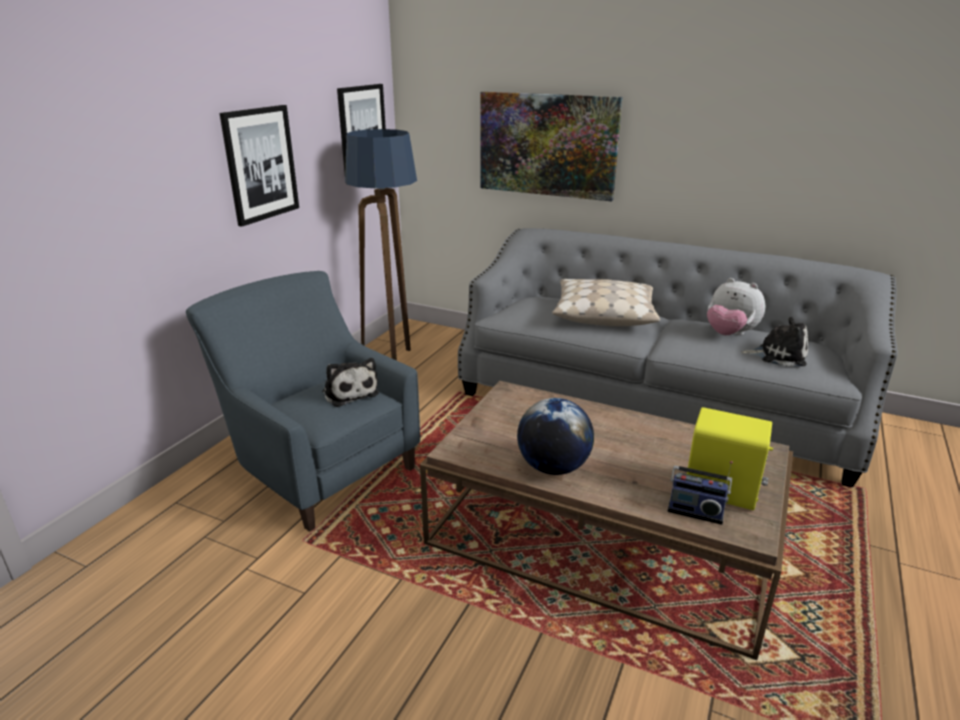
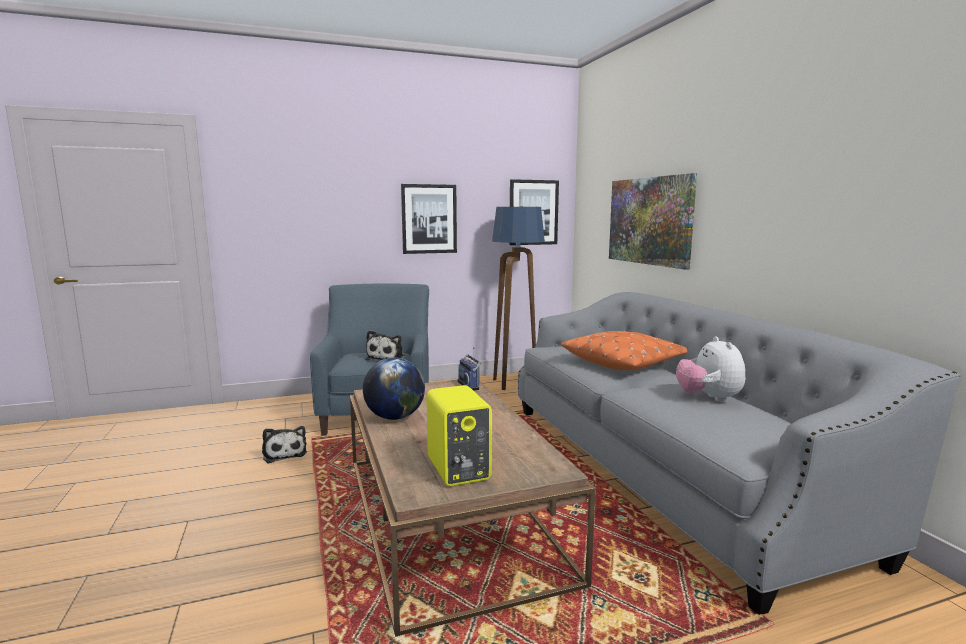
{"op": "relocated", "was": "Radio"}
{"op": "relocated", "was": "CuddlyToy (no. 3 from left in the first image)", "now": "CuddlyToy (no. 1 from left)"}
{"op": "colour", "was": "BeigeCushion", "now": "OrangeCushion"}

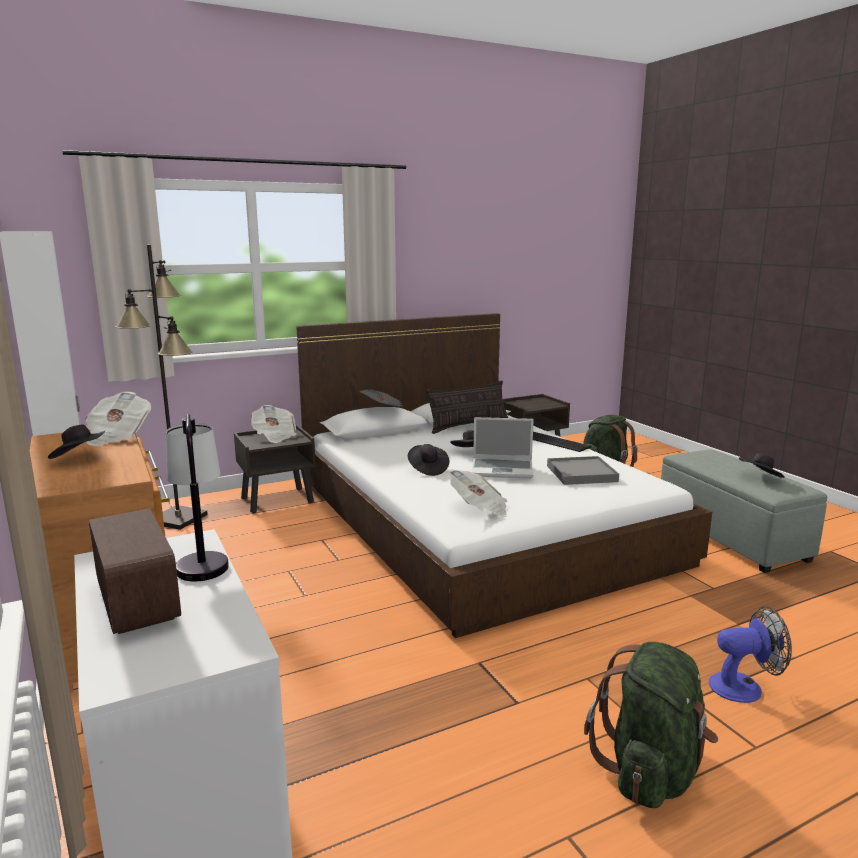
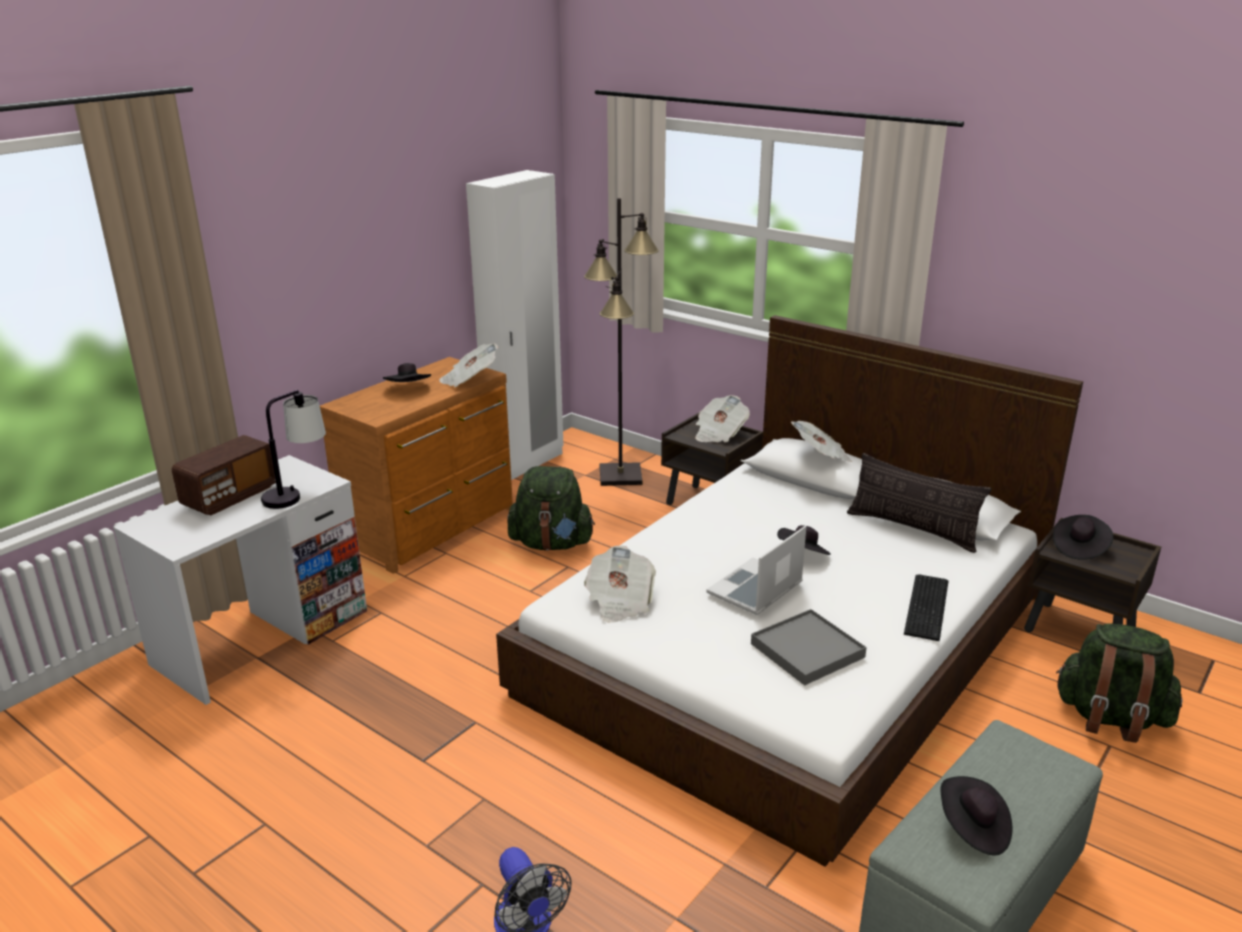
{"op": "relocated", "was": "BlackColouredClothingHat (no. 2 from left in the first image)", "now": "BlackColouredClothingHat (no. 4 from left)"}
{"op": "relocated", "was": "GreenColouredRucksack (no. 2 from left in the first image)", "now": "GreenColouredRucksack (no. 1 from left)"}
{"op": "spun", "was": "Laptop", "clockwise": 60}

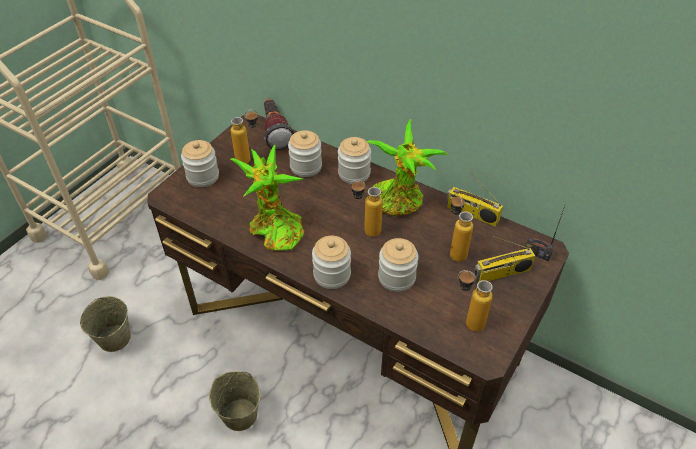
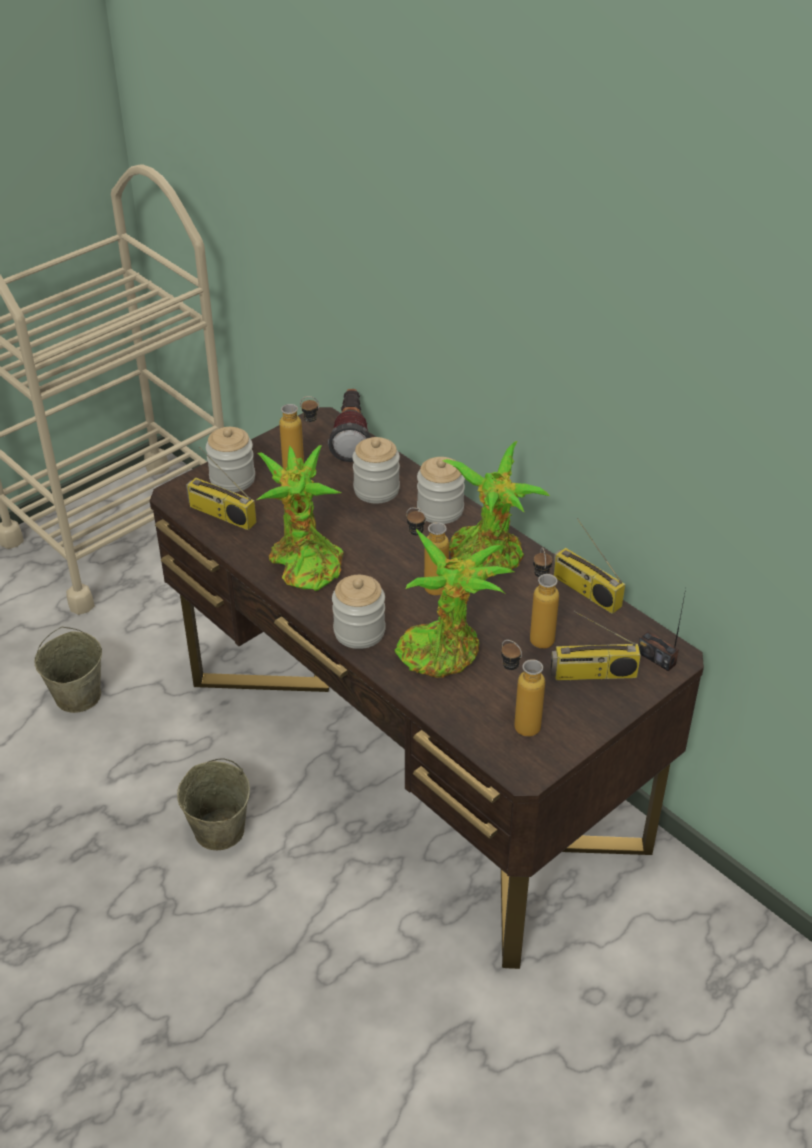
{"op": "appeared", "now": "Radio (no. 1 from left)"}
{"op": "exchanged", "was": "PreserveJar (no. 5 from left)", "now": "PottedPlant (no. 2 from left)"}

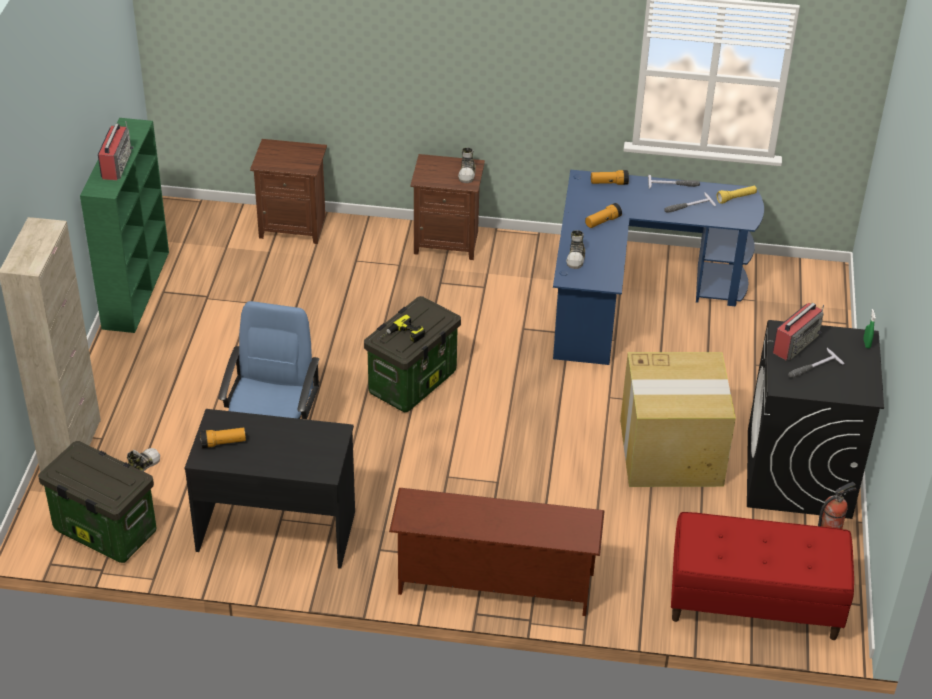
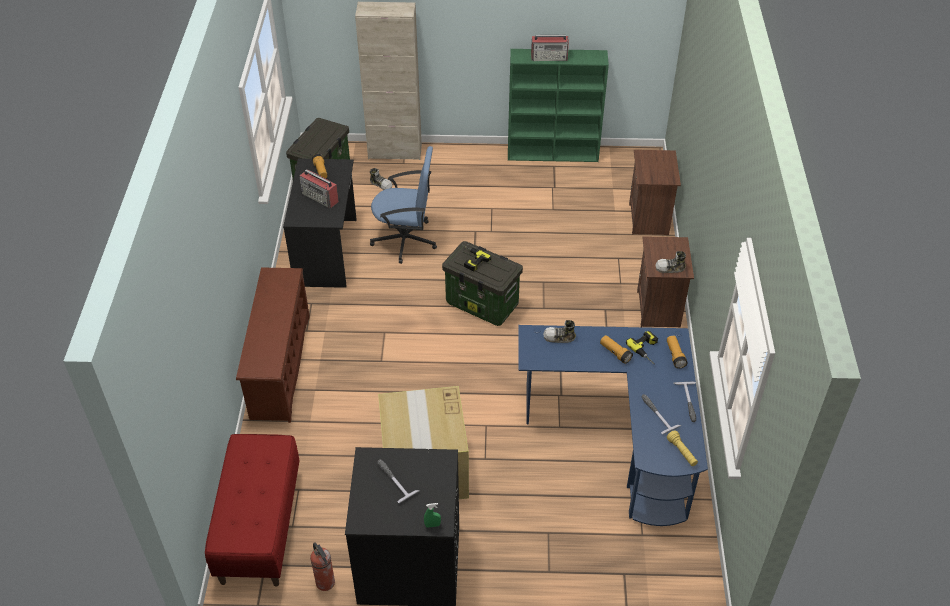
{"op": "appeared", "now": "Drill (no. 2 from left)"}
{"op": "relocated", "was": "Radio (no. 2 from left in the first image)", "now": "Radio (no. 1 from left)"}

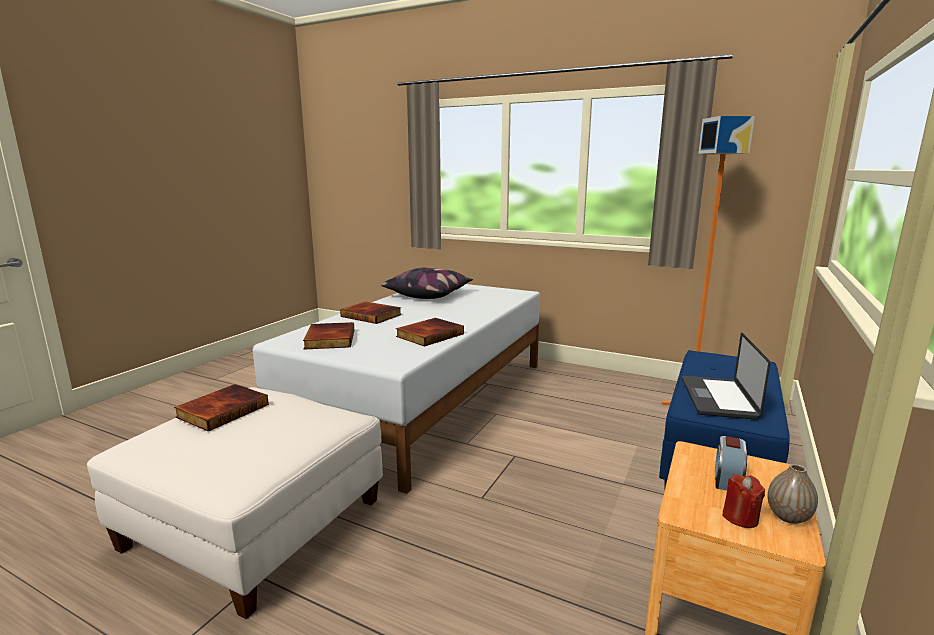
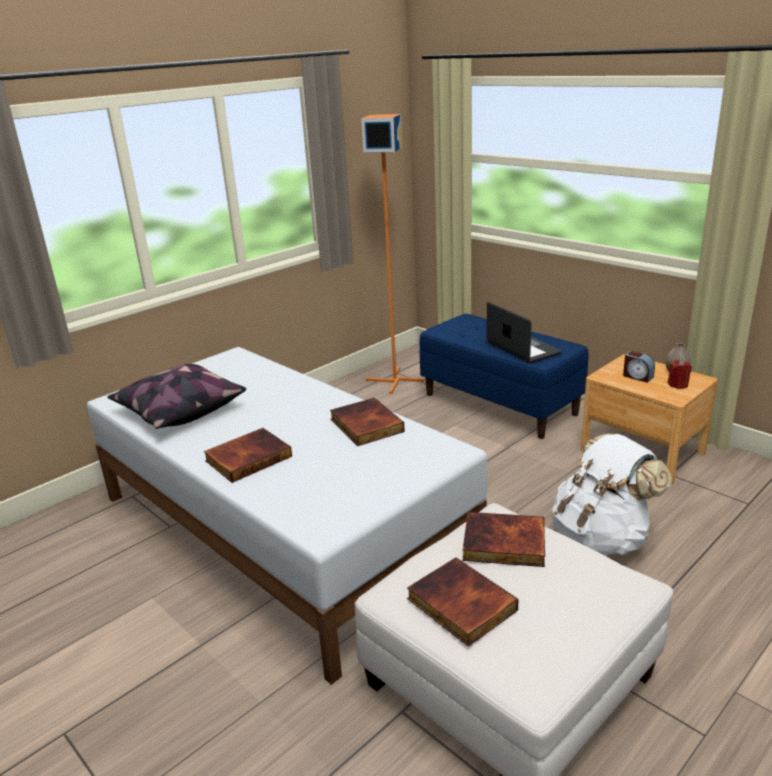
{"op": "appeared", "now": "WhitishRucksack"}
{"op": "relocated", "was": "Volume (no. 2 from left in the first image)", "now": "Volume (no. 4 from left)"}
{"op": "spun", "was": "Laptop", "clockwise": -150}

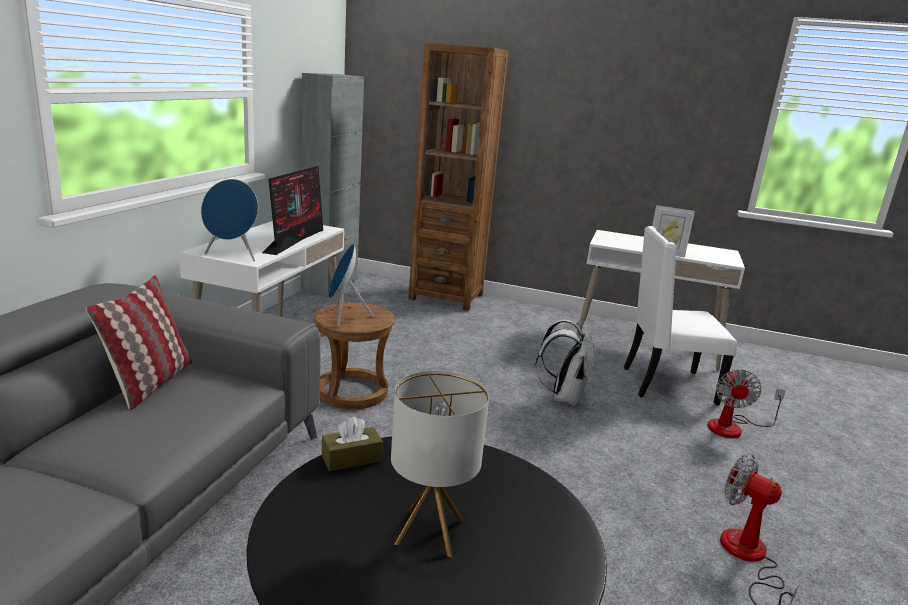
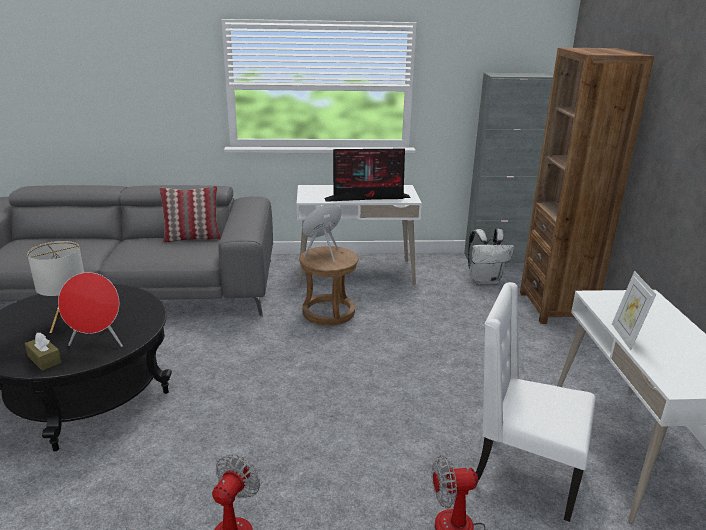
{"op": "missing", "was": "BlueLoudspeaker (no. 1 from left)"}
{"op": "appeared", "now": "ReddishLoudspeaker"}
{"op": "relocated", "was": "BrownTissueBox"}
{"op": "relocated", "was": "WhitishRucksack"}
{"op": "spun", "was": "WhitishUprightChair", "clockwise": -45}

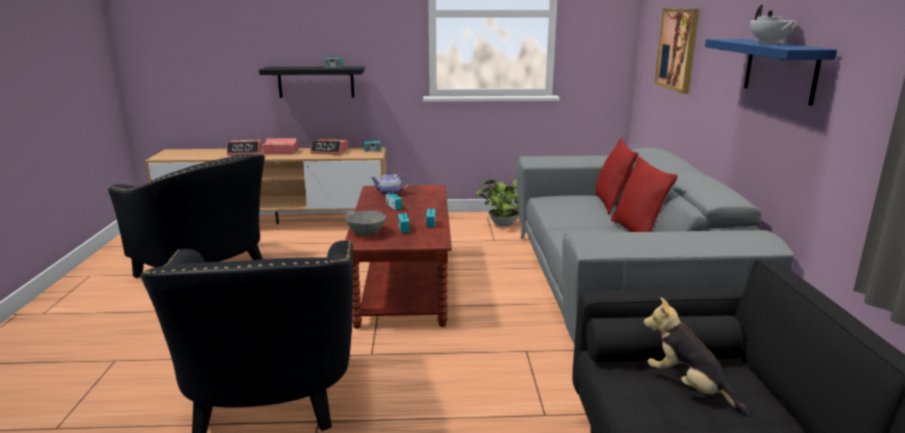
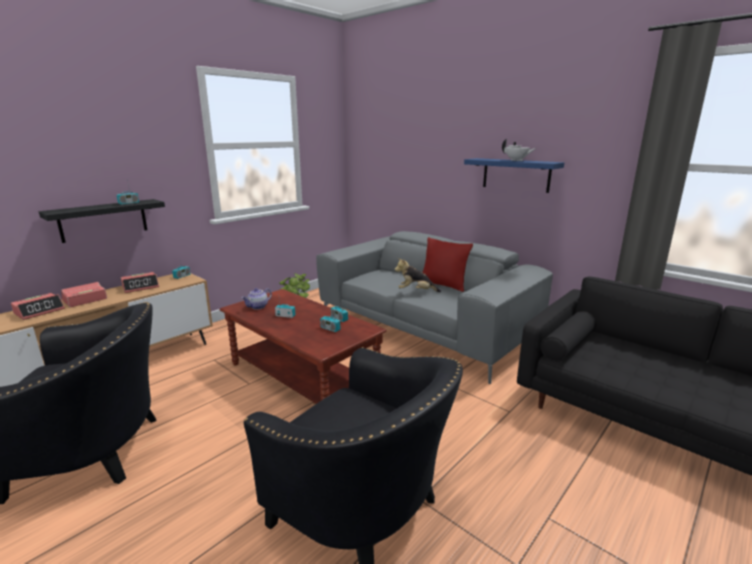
{"op": "missing", "was": "GreyBowl"}
{"op": "missing", "was": "ReddishCushion (no. 1 from left)"}
{"op": "missing", "was": "WallPicture"}
{"op": "relocated", "was": "CuddlyToy"}

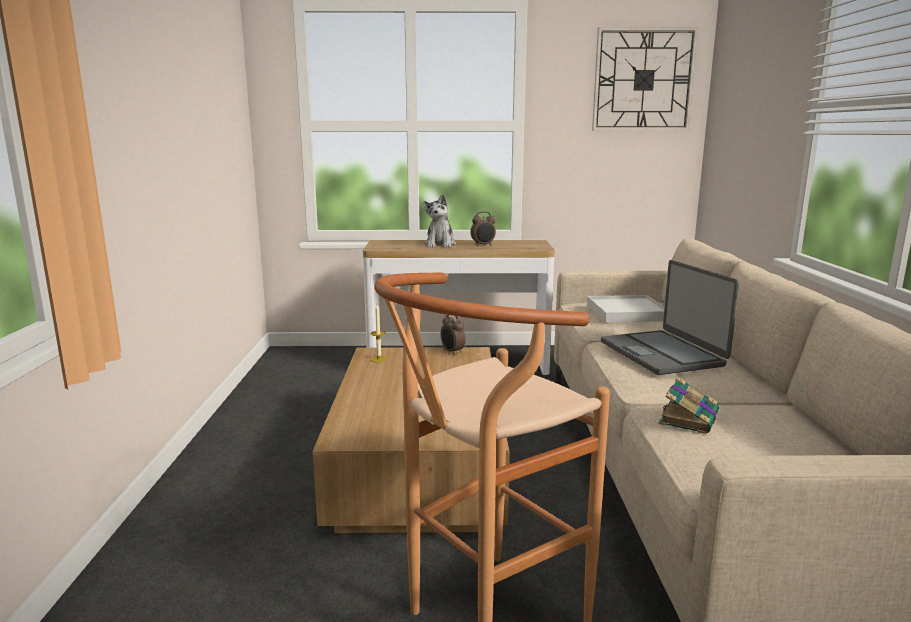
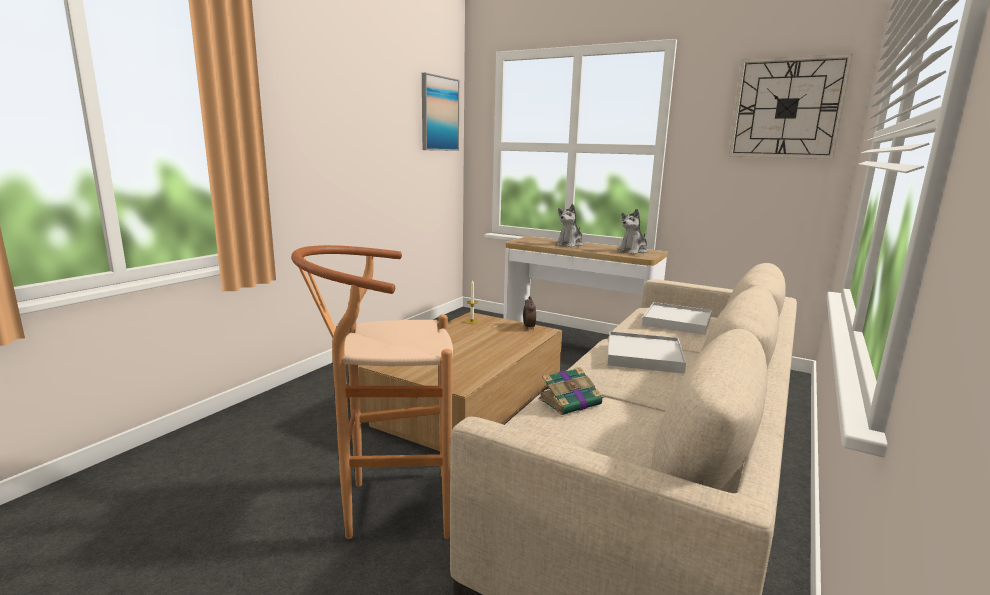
{"op": "missing", "was": "TableClock (no. 2 from left)"}
{"op": "appeared", "now": "WallPicture"}
{"op": "appeared", "now": "CuddlyToy (no. 2 from left)"}
{"op": "exchanged", "was": "Laptop", "now": "WhitishTray (no. 1 from left)"}

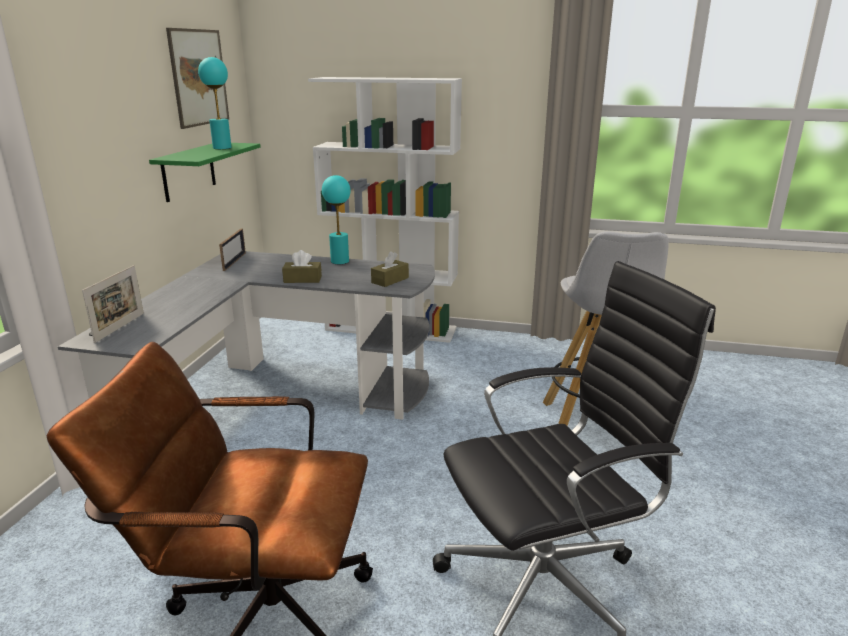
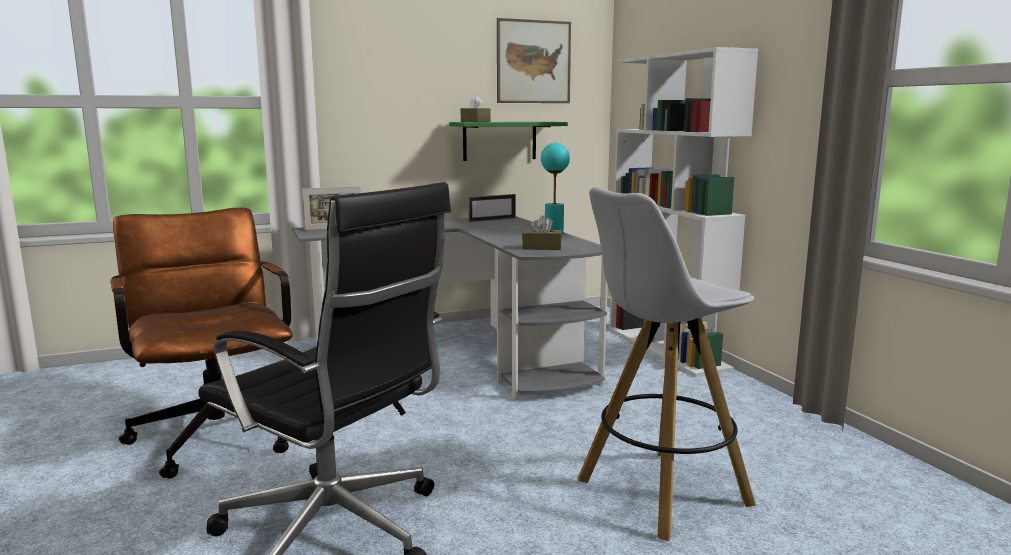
{"op": "missing", "was": "BlueGreenTabletopLamp (no. 1 from left)"}
{"op": "relocated", "was": "BrownTissueBox (no. 1 from left)"}

